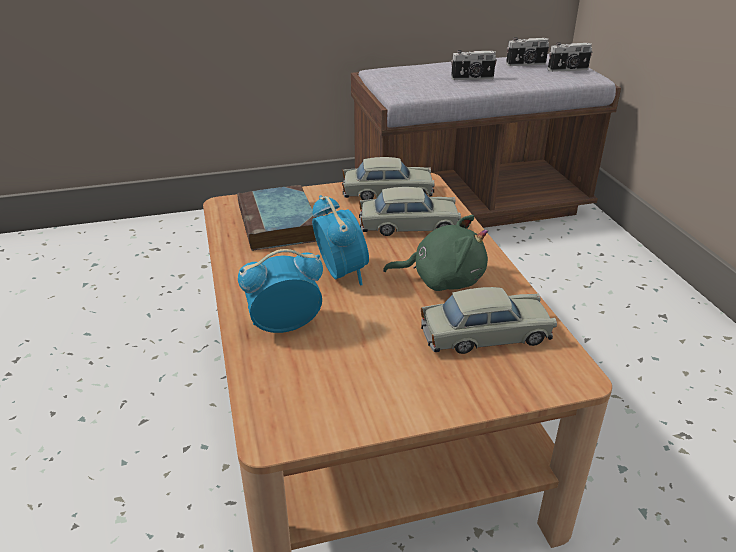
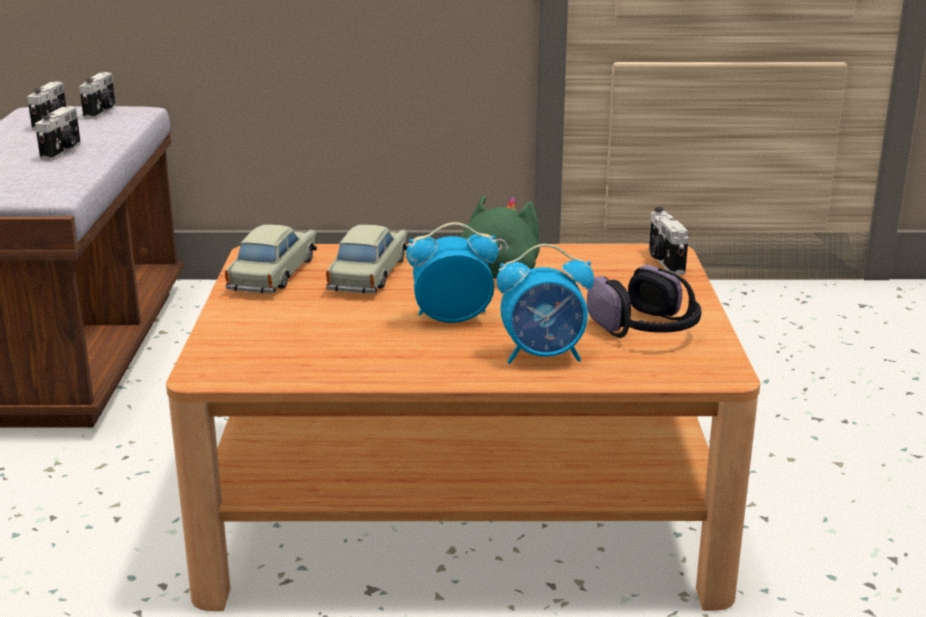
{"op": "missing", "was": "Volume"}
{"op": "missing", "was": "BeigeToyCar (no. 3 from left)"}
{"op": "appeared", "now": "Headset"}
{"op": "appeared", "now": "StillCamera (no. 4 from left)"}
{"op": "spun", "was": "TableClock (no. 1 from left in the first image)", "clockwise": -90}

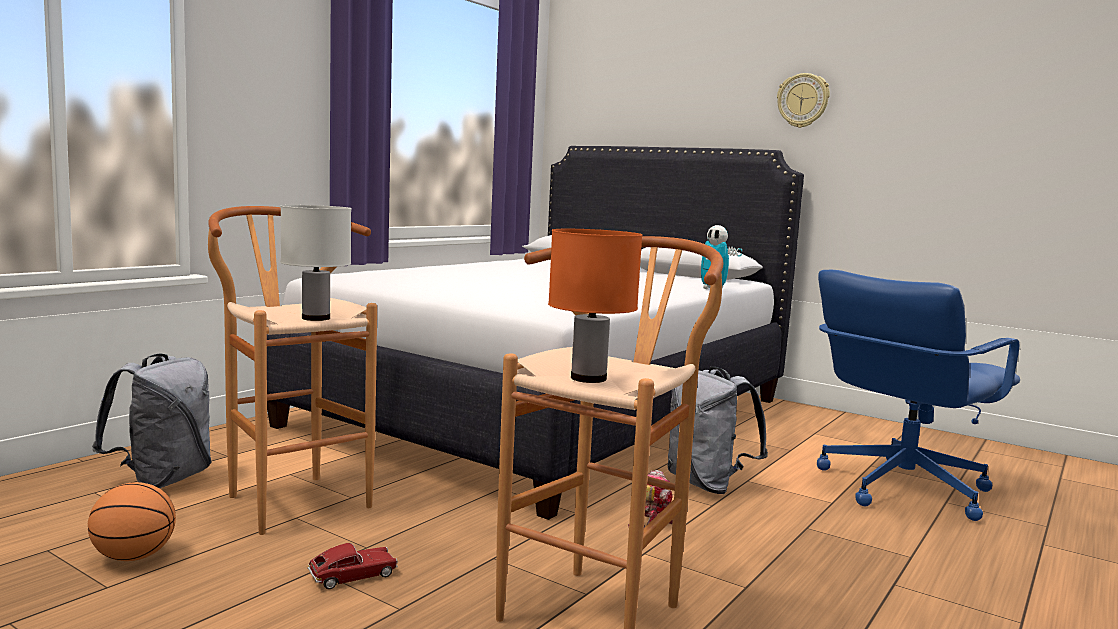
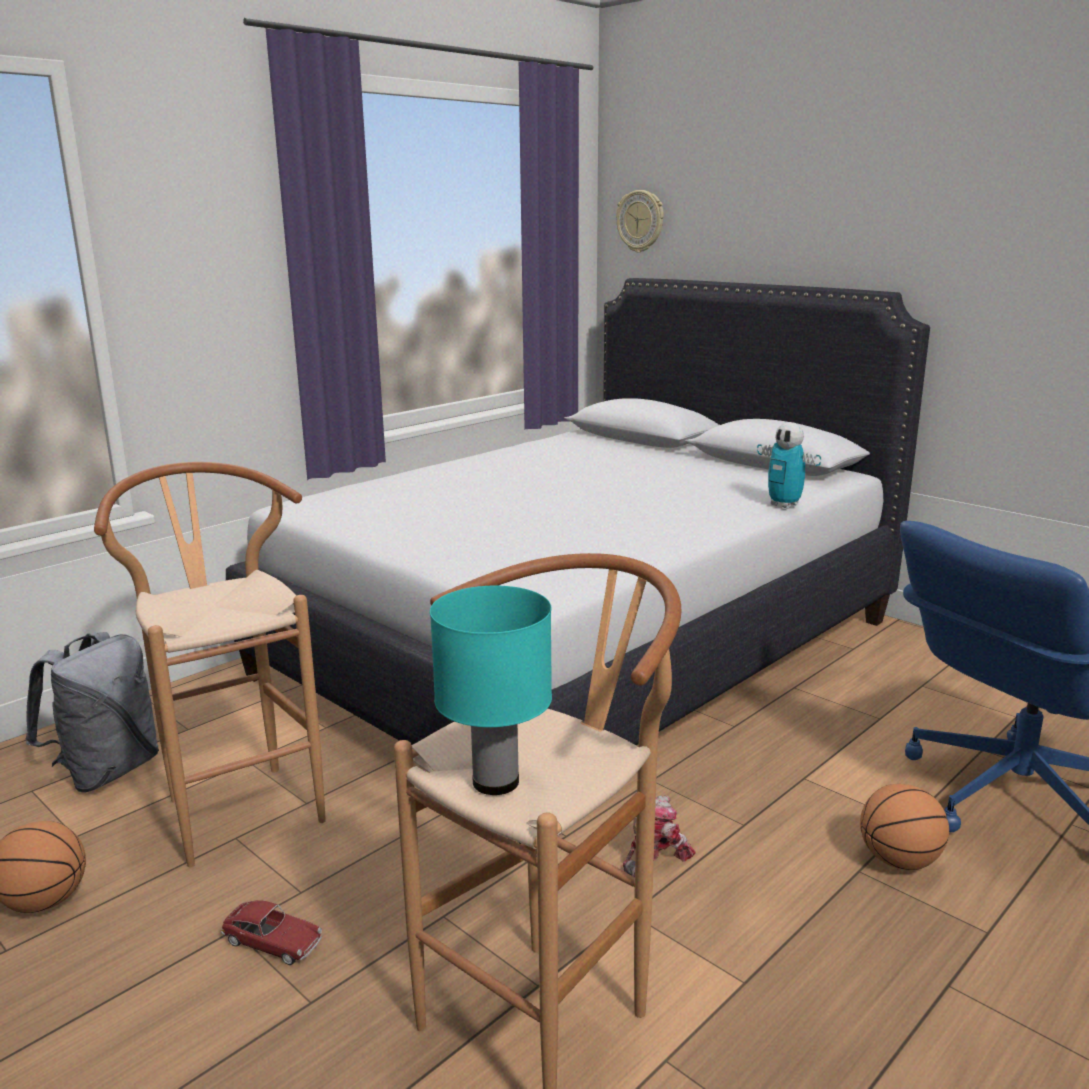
{"op": "missing", "was": "WhitishTabletopLamp"}
{"op": "missing", "was": "GreyRucksack (no. 2 from left)"}
{"op": "appeared", "now": "Basketball (no. 2 from left)"}
{"op": "relocated", "was": "HangingClock"}
{"op": "colour", "was": "OrangeTabletopLamp", "now": "BlueGreenTabletopLamp"}
{"op": "spun", "was": "ToyCar", "clockwise": 45}

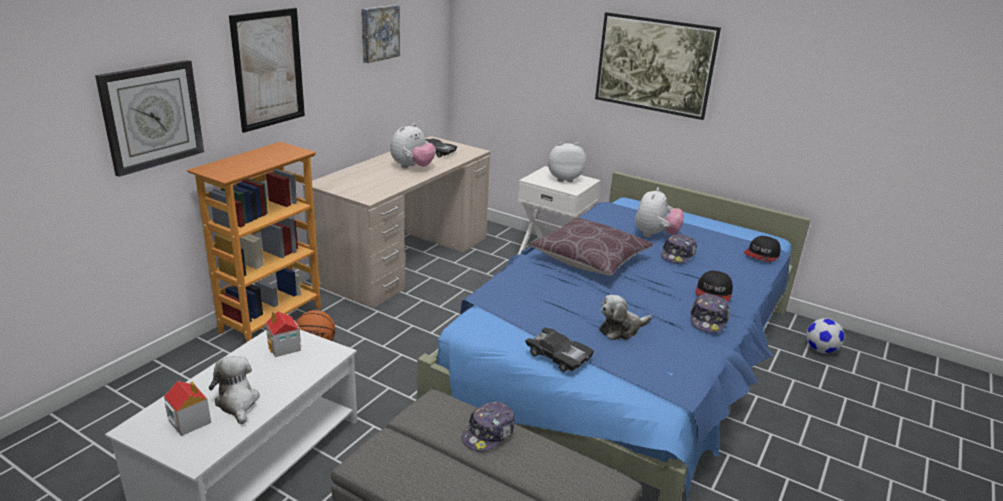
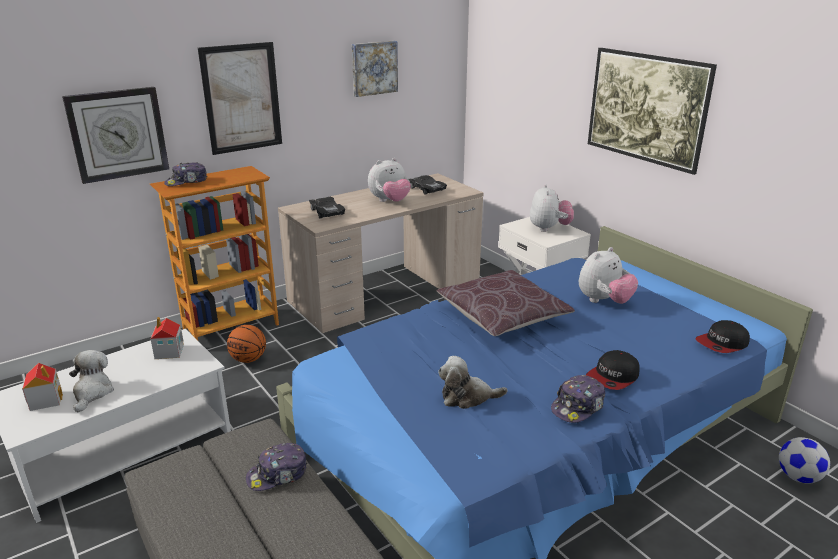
{"op": "relocated", "was": "BlackColouredToyCar (no. 2 from left in the first image)", "now": "BlackColouredToyCar (no. 1 from left)"}
{"op": "relocated", "was": "BaseballCap (no. 2 from left in the first image)", "now": "BaseballCap (no. 1 from left)"}
{"op": "spun", "was": "CuddlyToy (no. 3 from left in the first image)", "clockwise": 75}

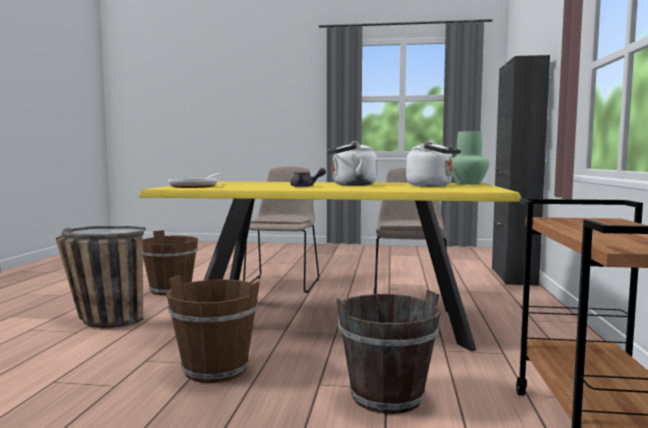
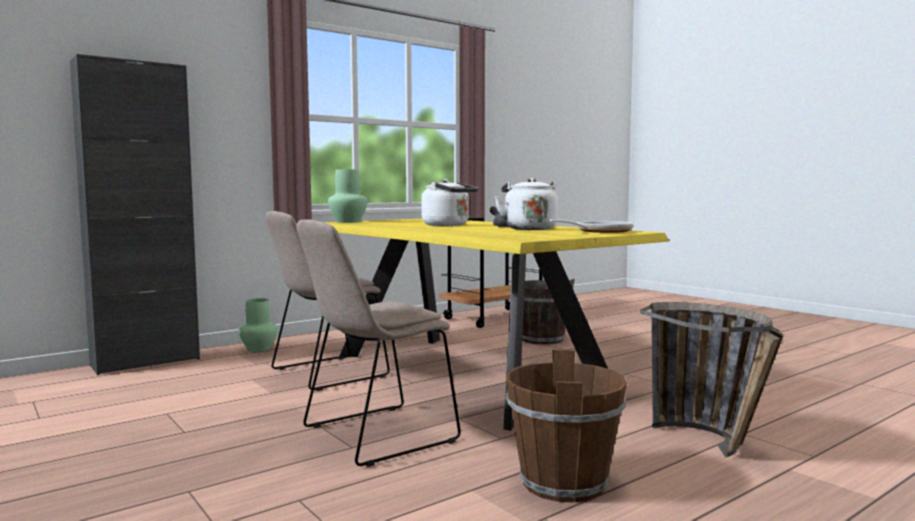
{"op": "missing", "was": "BrownPail (no. 2 from left)"}
{"op": "appeared", "now": "GreenColouredFlowerVase (no. 1 from left)"}
{"op": "relocated", "was": "WhitishTeaKettle (no. 2 from left)"}

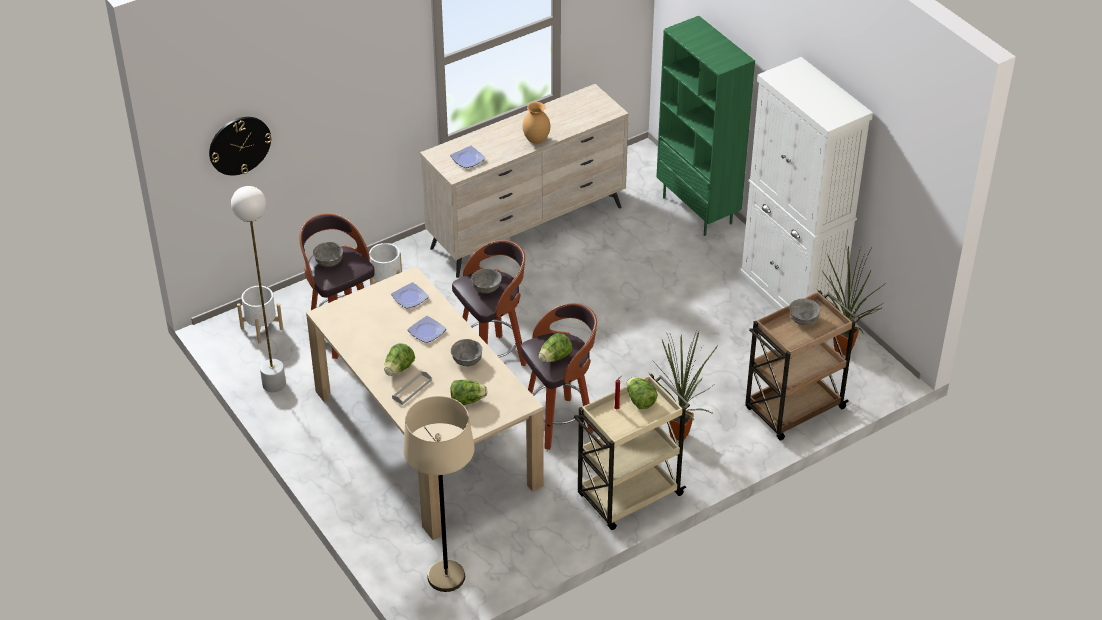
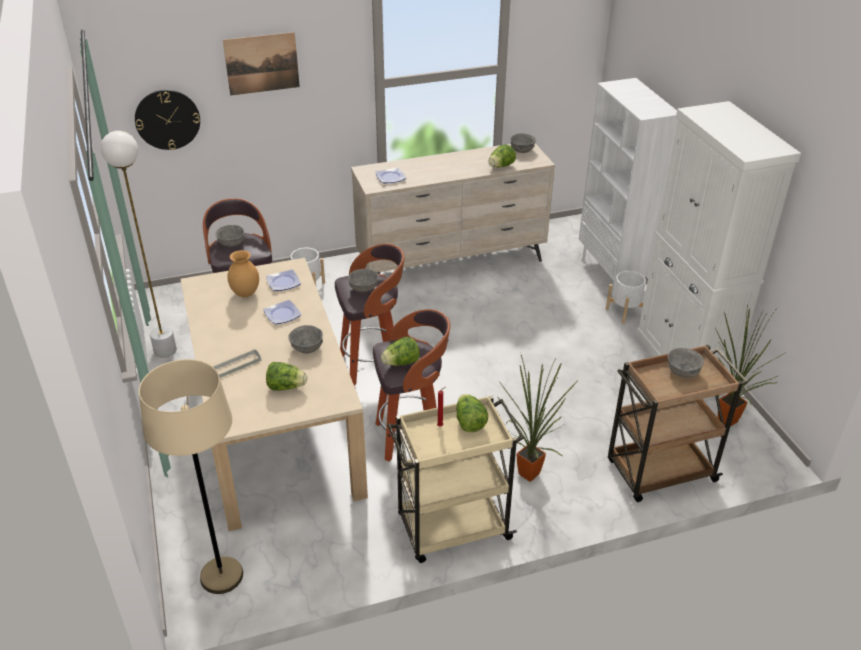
{"op": "appeared", "now": "WallPicture"}
{"op": "appeared", "now": "GreyBowl (no. 4 from left)"}
{"op": "relocated", "was": "WhitishPlanter (no. 1 from left in the first image)", "now": "WhitishPlanter (no. 2 from left)"}
{"op": "relocated", "was": "Lettuce (no. 1 from left in the first image)", "now": "Lettuce (no. 4 from left)"}
{"op": "relocated", "was": "BrownFlowerVase"}
{"op": "colour", "was": "GreenColouredBookcase", "now": "WhitishBookcase"}

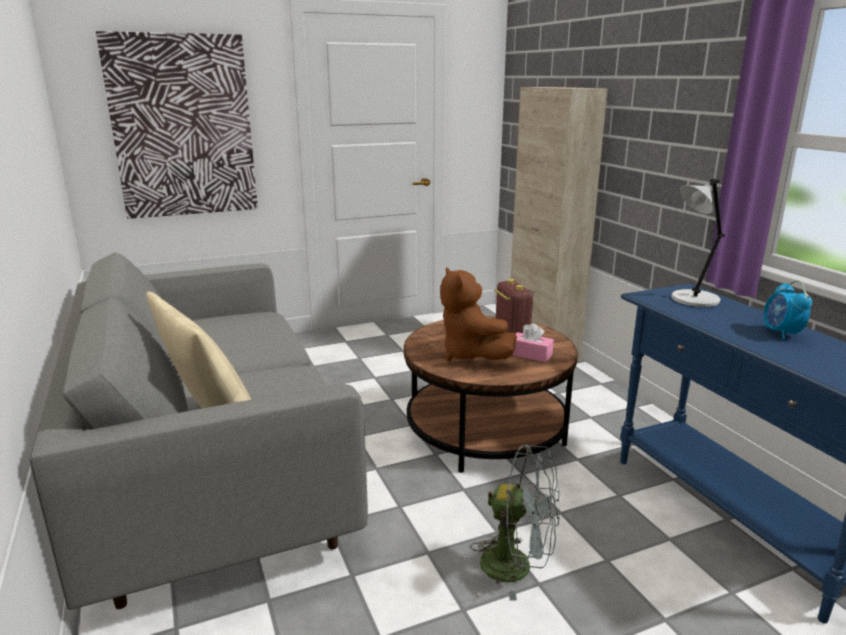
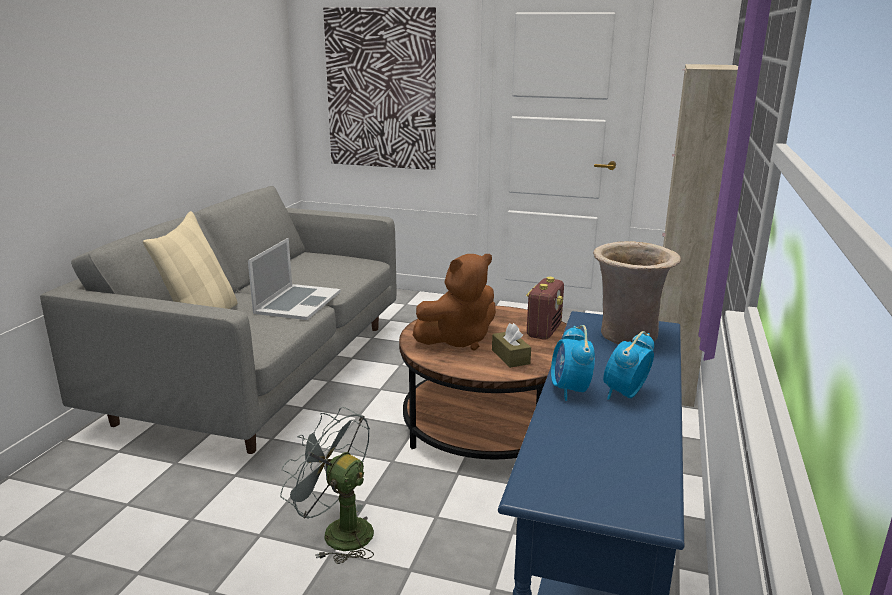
{"op": "appeared", "now": "Laptop"}
{"op": "appeared", "now": "TableClock (no. 1 from left)"}
{"op": "exchanged", "was": "GreyTabletopLamp", "now": "BeigeFlowerVase"}
{"op": "colour", "was": "PinkColouredTissueBox", "now": "BrownTissueBox"}
{"op": "spun", "was": "BrownCuddlyToy", "clockwise": -135}
{"op": "spun", "was": "GreyCoolingFan", "clockwise": 150}

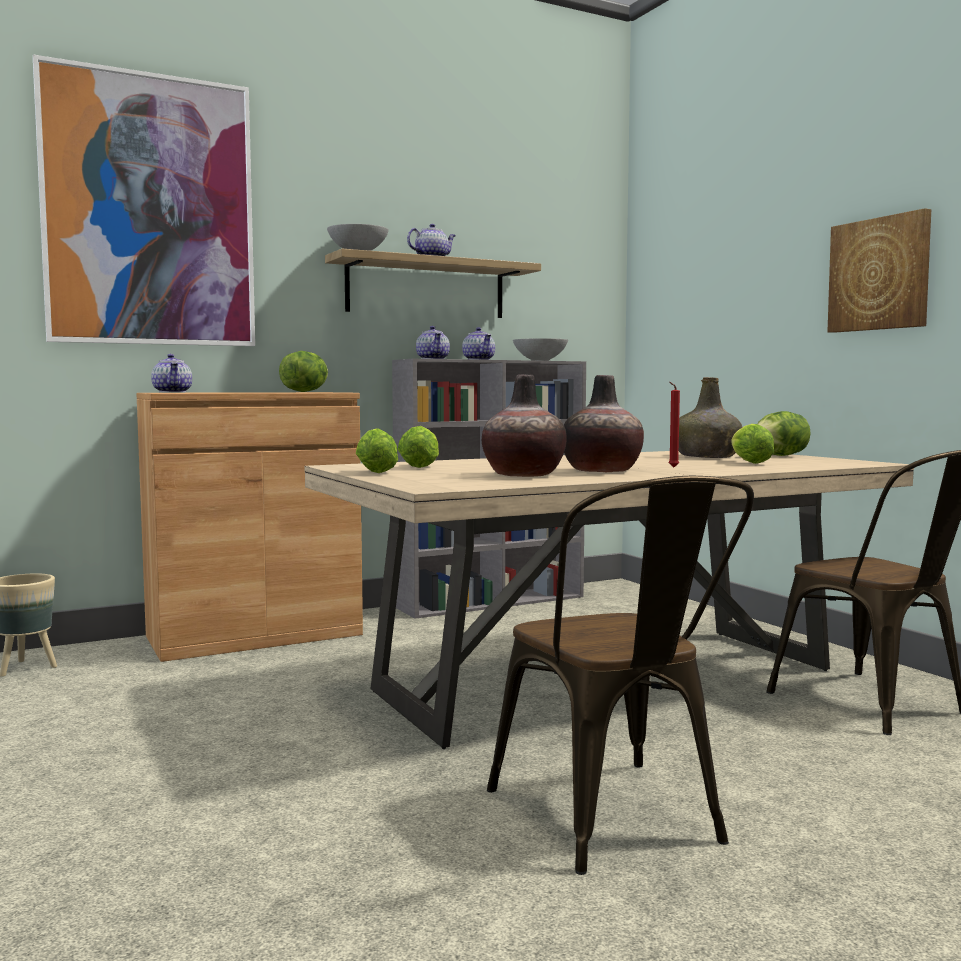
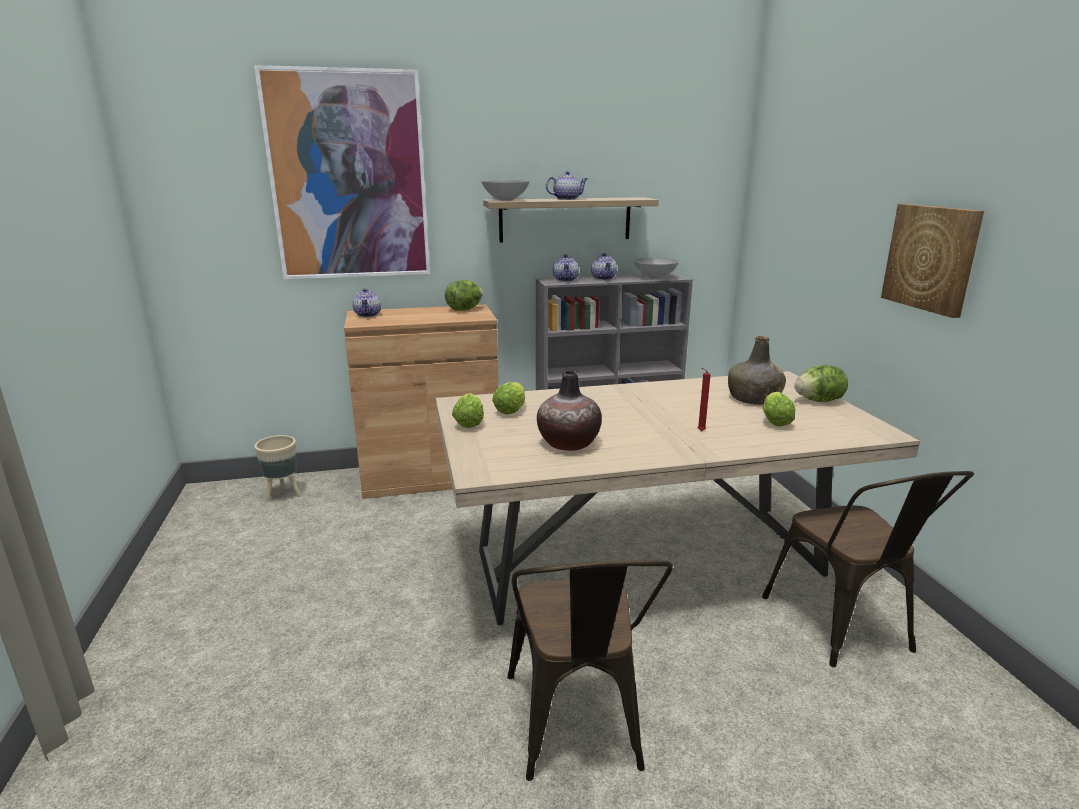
{"op": "missing", "was": "FlowerVase (no. 2 from left)"}

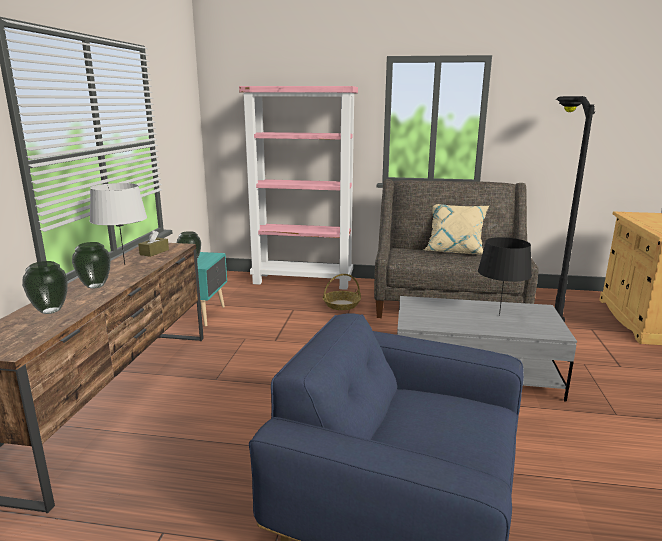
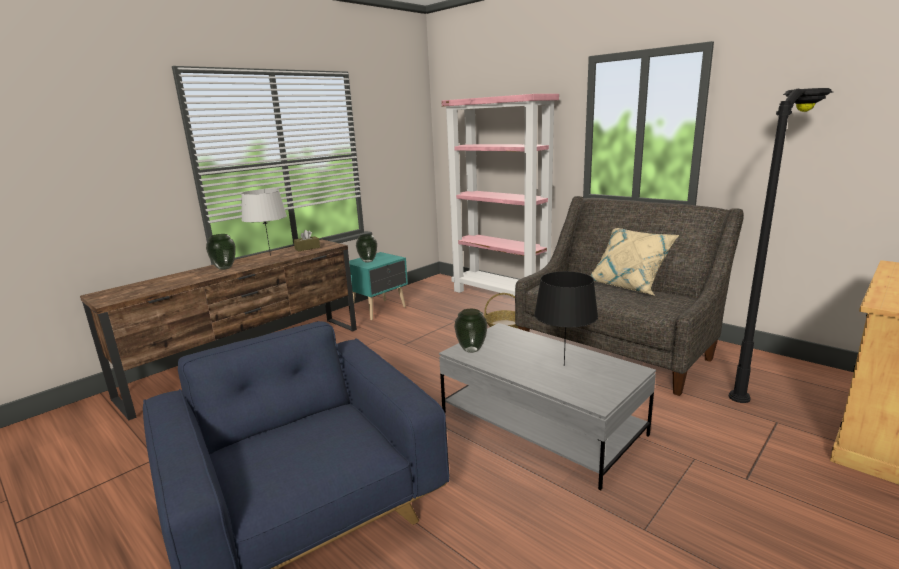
{"op": "relocated", "was": "FlowerVase (no. 1 from left in the first image)", "now": "FlowerVase (no. 3 from left)"}

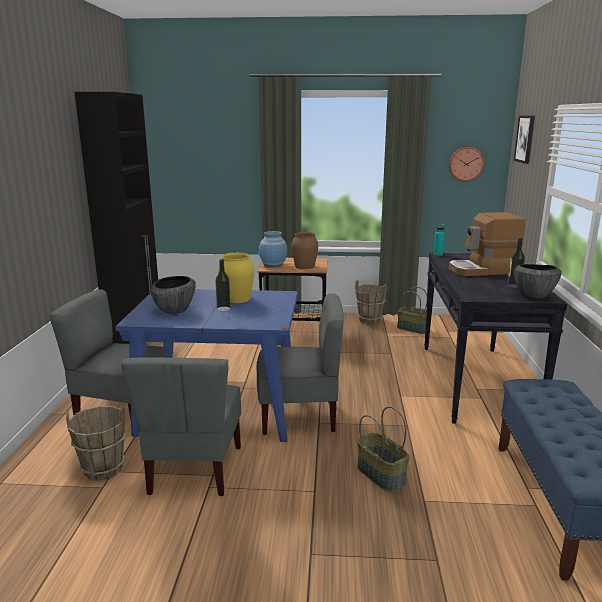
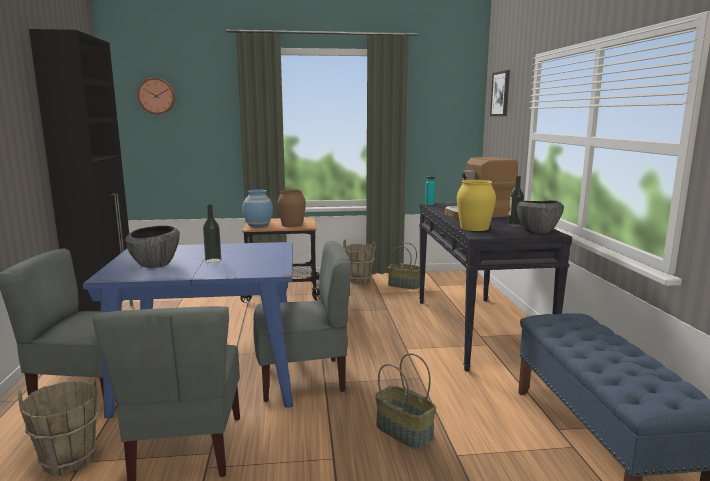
{"op": "relocated", "was": "YellowFlowerVase"}
{"op": "relocated", "was": "HangingClock"}

